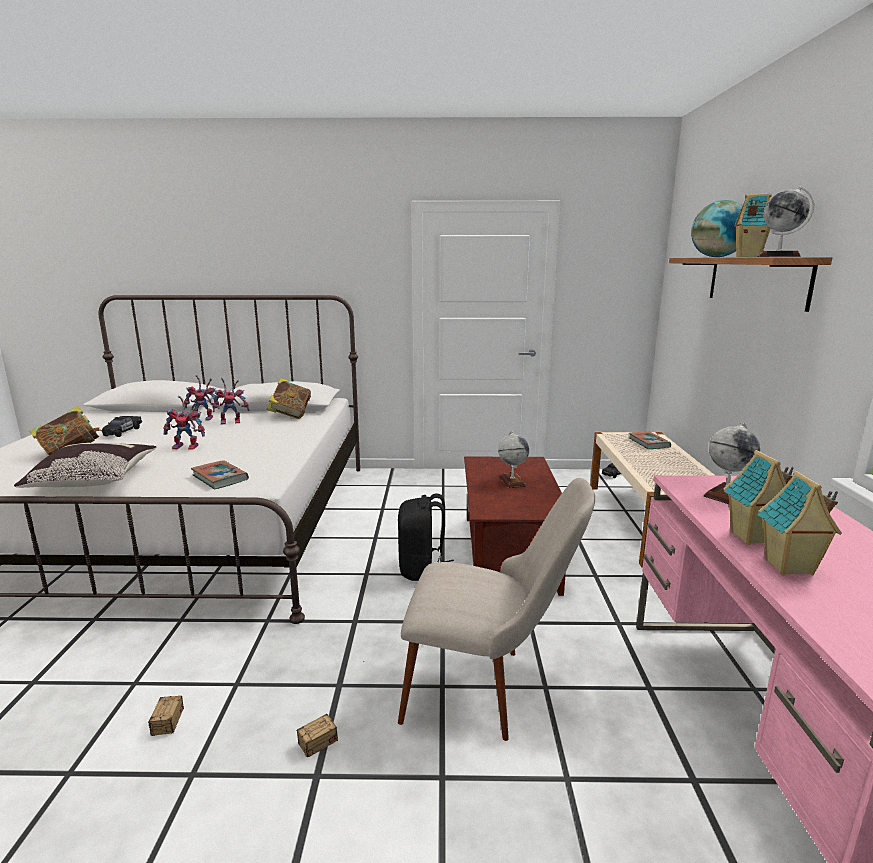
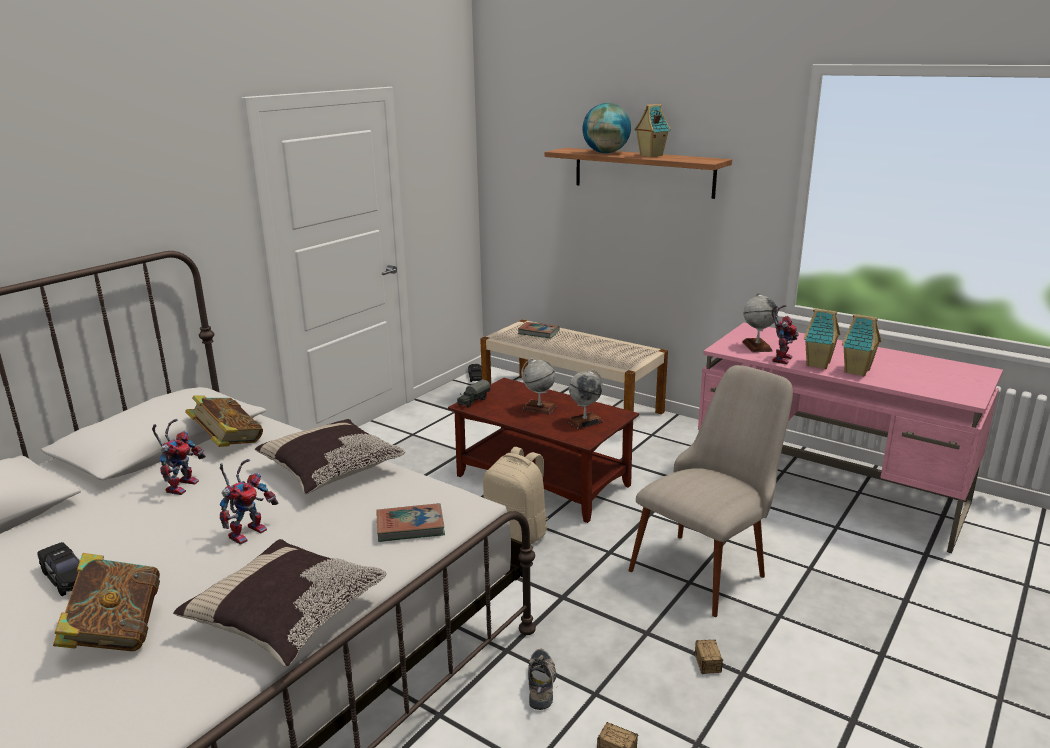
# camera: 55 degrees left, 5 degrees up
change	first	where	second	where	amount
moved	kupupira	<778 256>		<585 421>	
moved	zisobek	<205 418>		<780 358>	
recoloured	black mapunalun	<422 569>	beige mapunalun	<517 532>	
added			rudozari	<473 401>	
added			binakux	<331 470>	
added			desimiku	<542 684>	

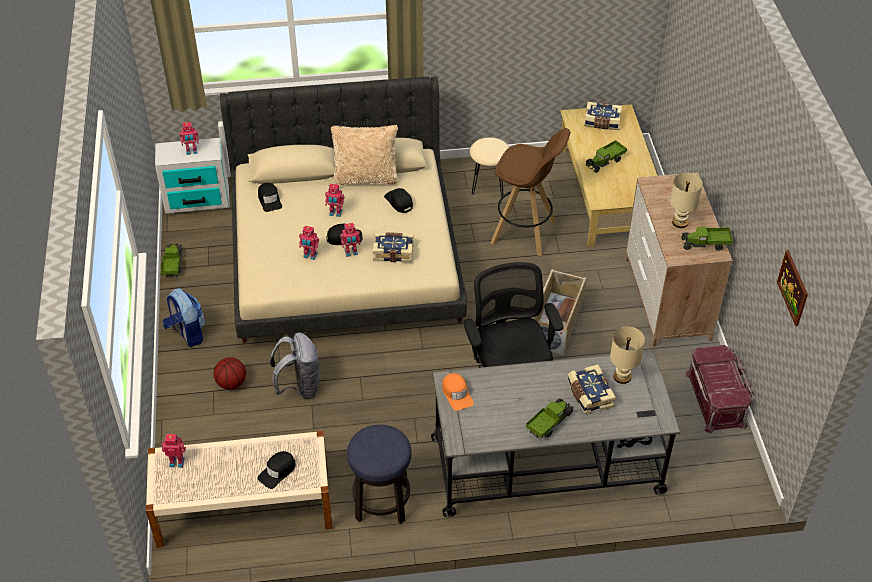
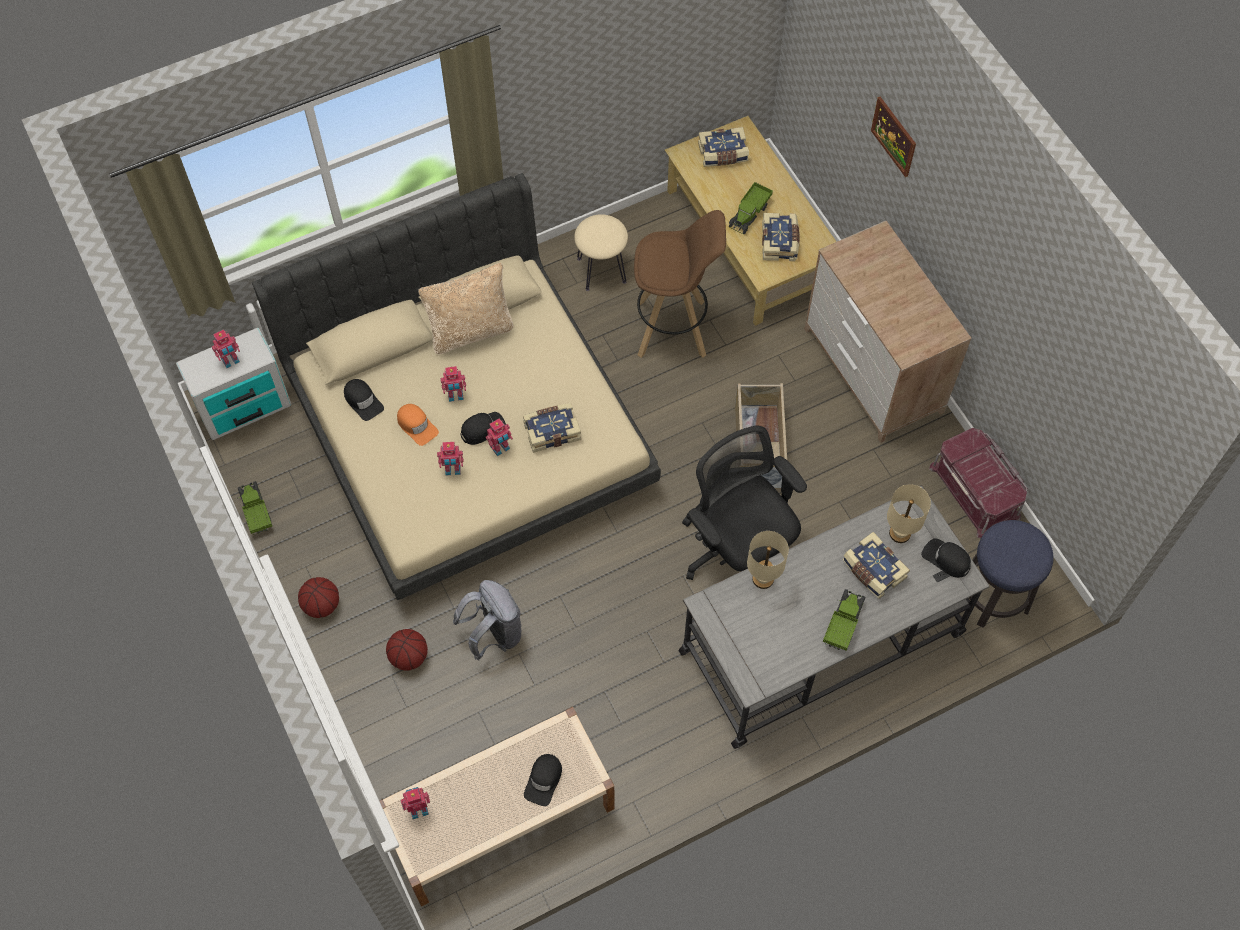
# camera: 20 degrees left, 15 degrees up
change	first	where	second	where	amount
moved	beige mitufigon	<680 222>		<763 579>	
moved	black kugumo	<399 202>		<946 559>	
removed	rudozari	<705 244>			
moved	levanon	<793 287>		<894 136>	
replaced	mapunalun	<187 333>	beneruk	<321 605>	
moved	orange kugumo	<457 394>		<417 425>	
moved	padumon	<382 502>		<994 596>	
added			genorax	<780 242>	

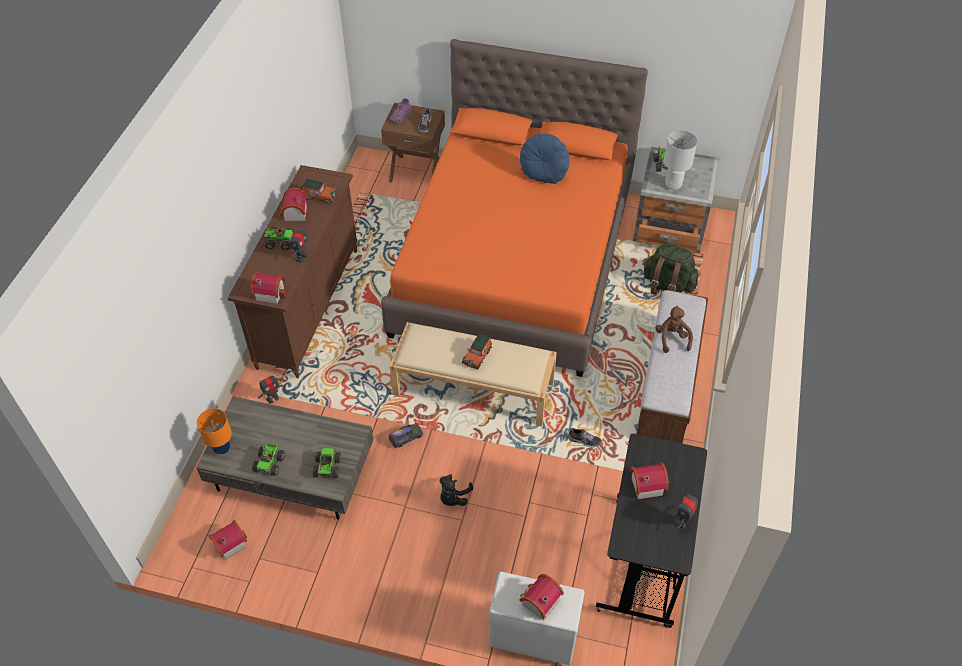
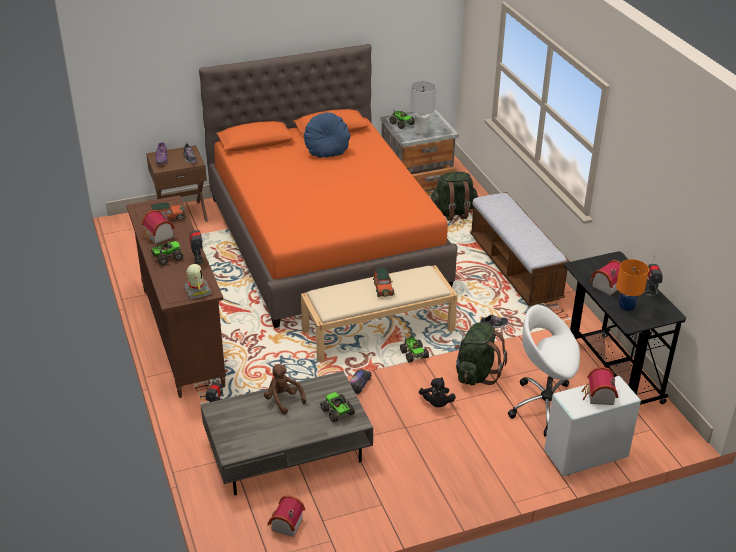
# camera: 35 degrees left, 15 degrees down
change	first	where	second	where	amount
replaced	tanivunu	<270 292>	zisobek	<197 291>	
moved	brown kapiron	<672 338>		<283 400>	
moved	orange mitufigon	<223 448>		<626 307>	
moved	rudozari	<269 463>		<414 354>	
added			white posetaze	<543 407>	
added			green mapunalun	<476 374>	

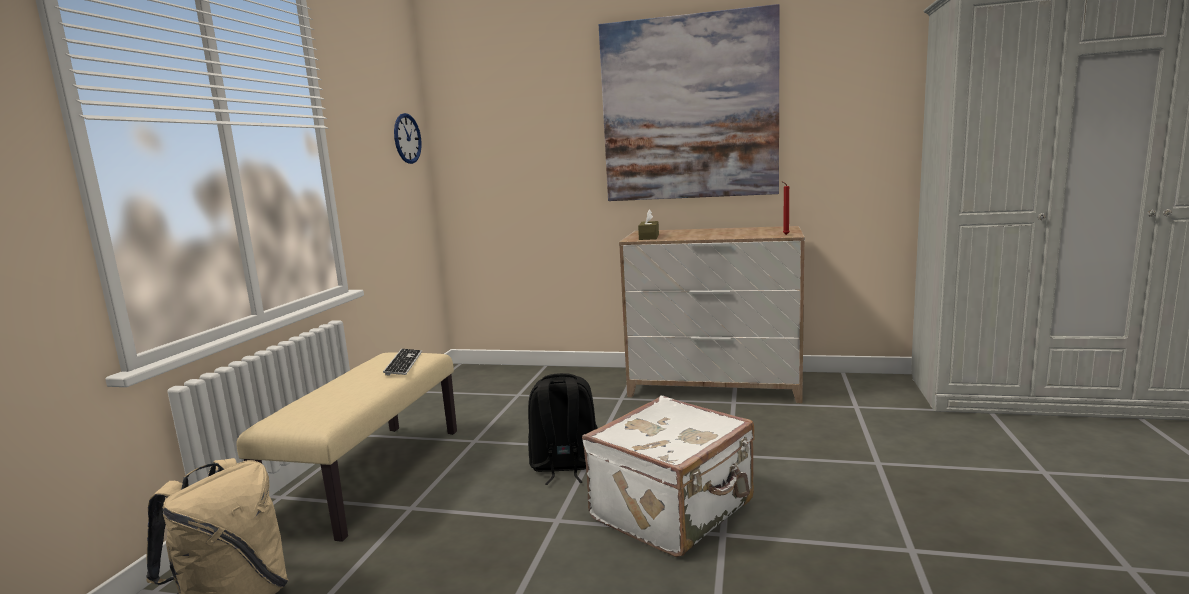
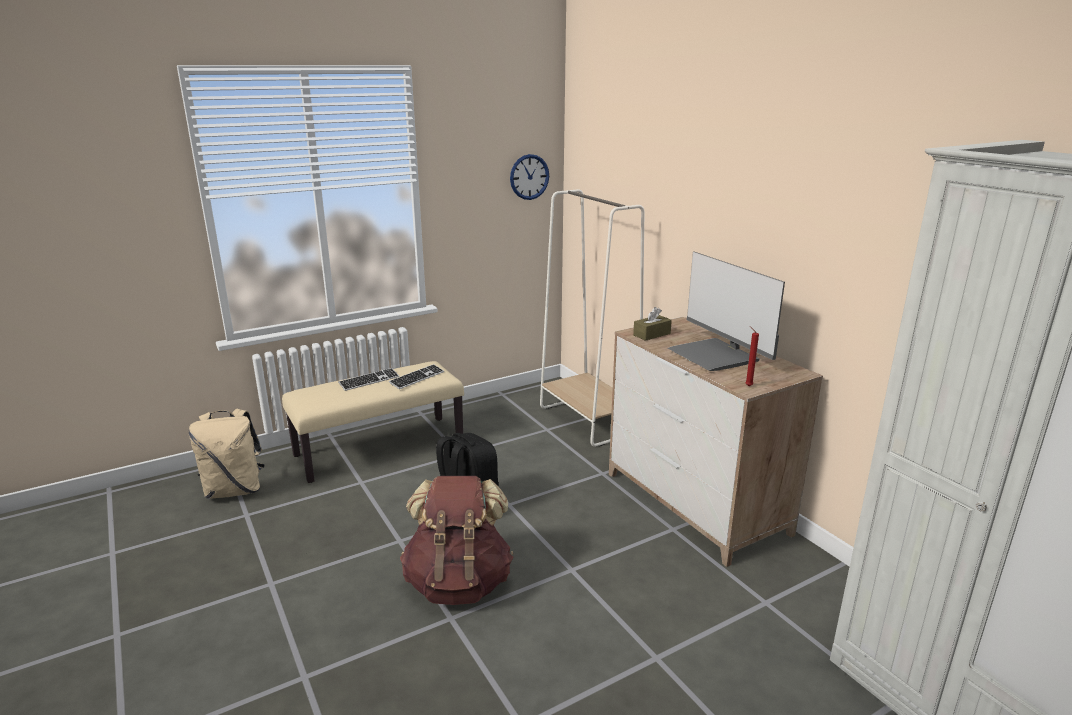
# camera: 45 degrees right, 10 degrees up
change	first	where	second	where	amount
removed	levanon	<689 109>			
replaced	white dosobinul	<674 511>	brown mapunalun	<459 582>	
added			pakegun	<588 421>	
added			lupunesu	<714 356>	
added			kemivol	<369 381>	

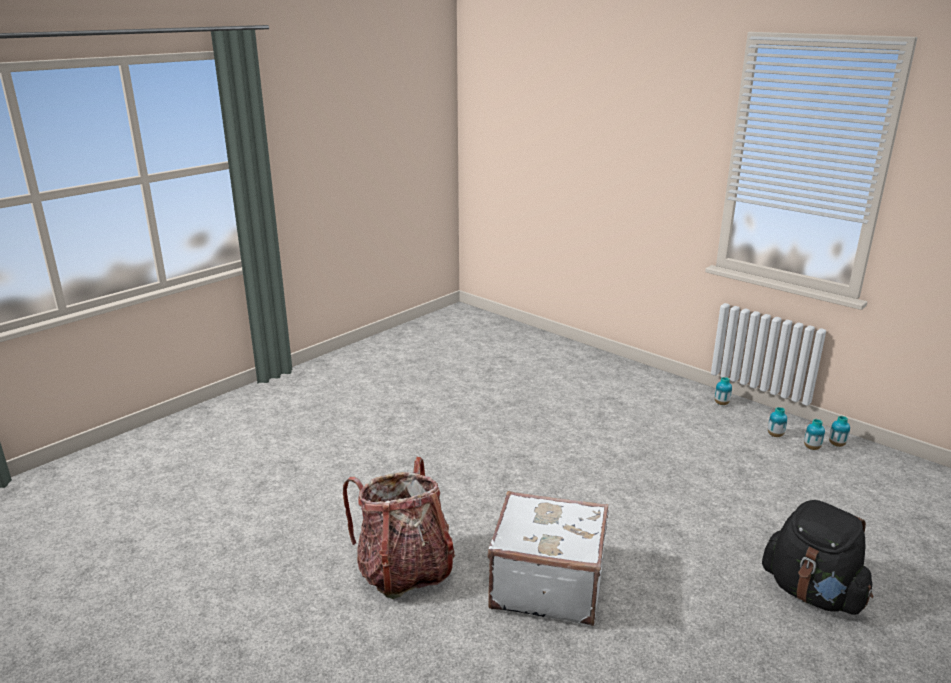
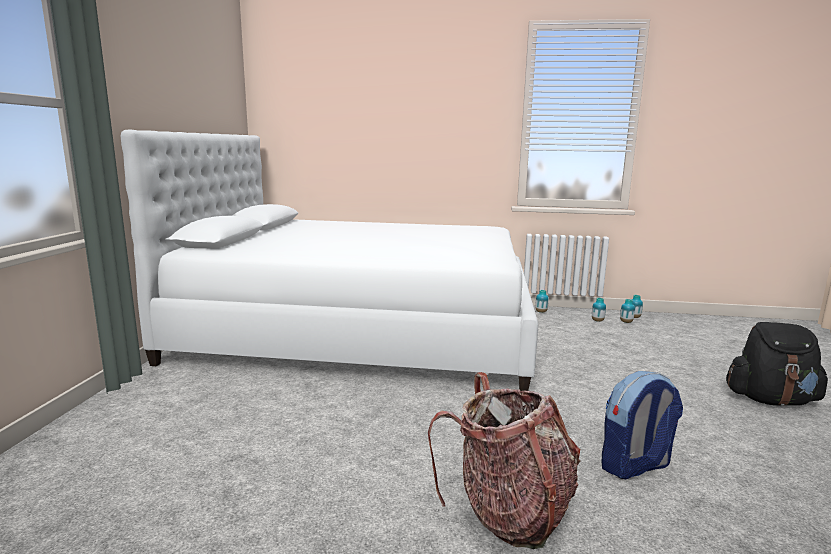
# camera: 35 degrees left, 10 degrees down
change	first	where	second	where	amount
replaced	white dosobinul	<546 584>	mapunalun	<634 466>	
added			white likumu	<360 332>	

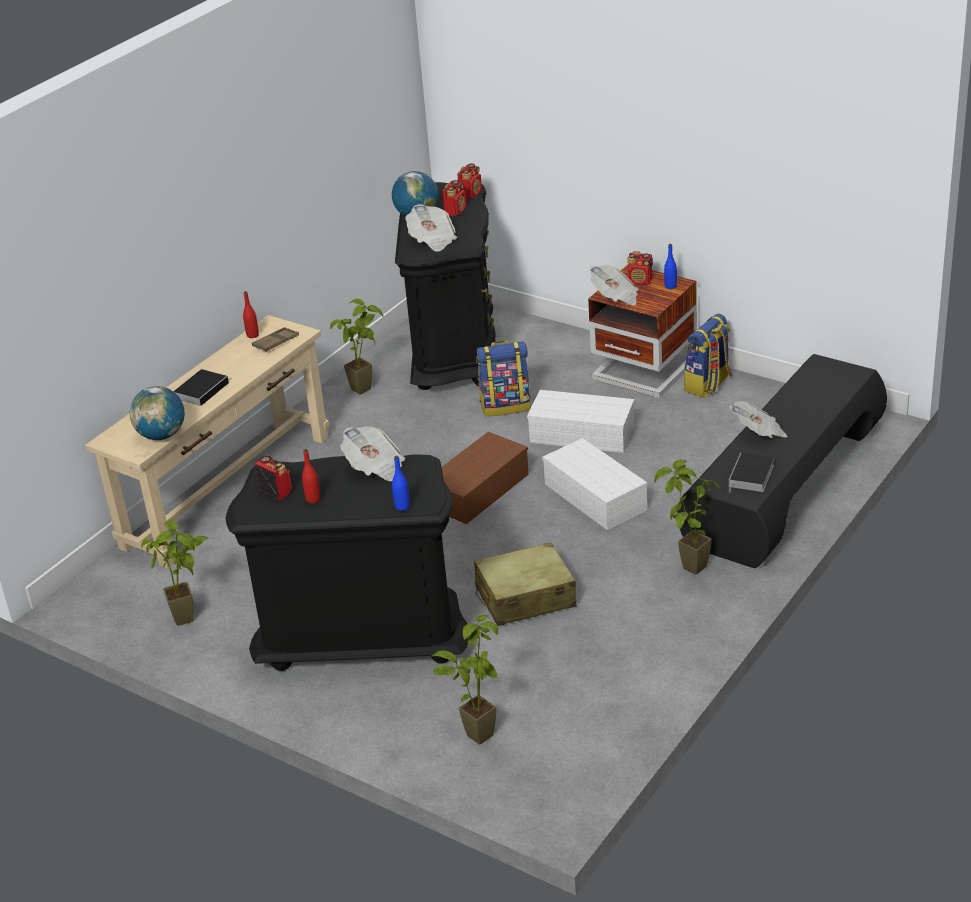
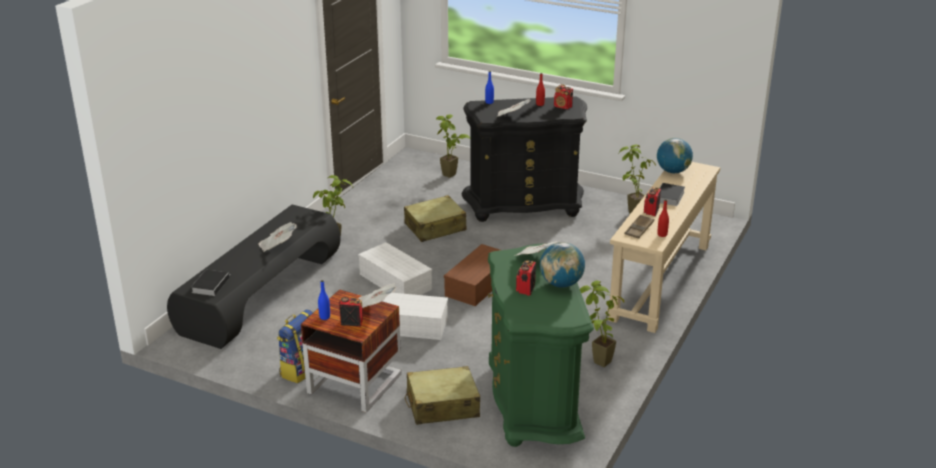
# camera: 170 degrees right, 5 degrees down
change	first	where	second	where	amount
moved	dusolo	<471 194>		<651 211>	
recoloured	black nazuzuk	<453 351>	green nazuzuk	<533 403>	
removed	mapunalun	<506 405>			
moved	genorax	<751 476>		<210 284>	
added			beige dosobinul	<442 406>	

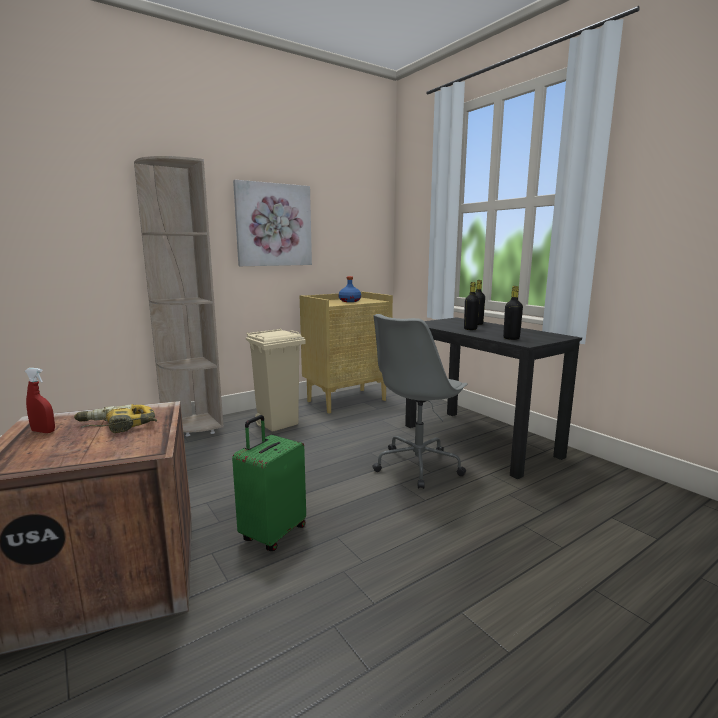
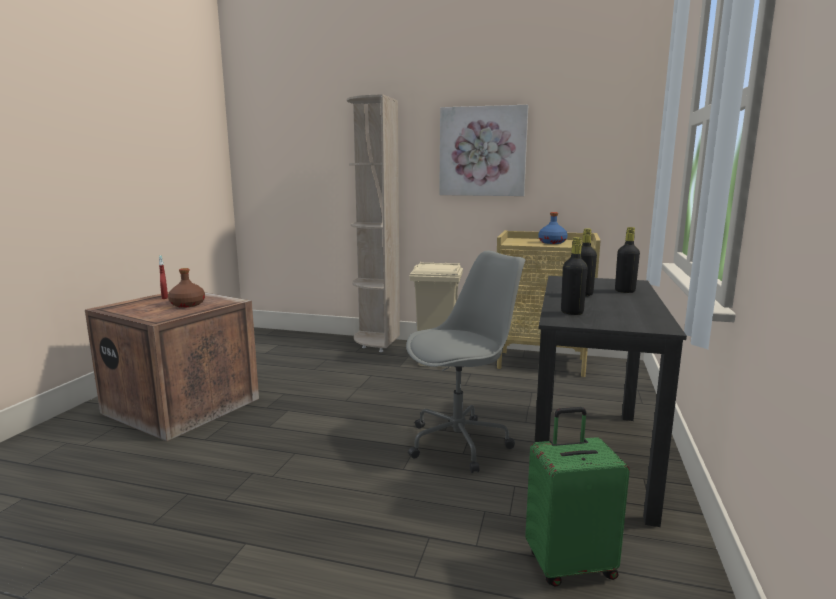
# camera: 50 degrees right, 0 degrees up
change	first	where	second	where	amount
turned	grey posetaze	<416 467>		<460 443>	150 degrees clockwise
replaced	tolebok	<116 427>	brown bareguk	<187 304>	
moved	green dosobinul	<272 533>		<569 564>	

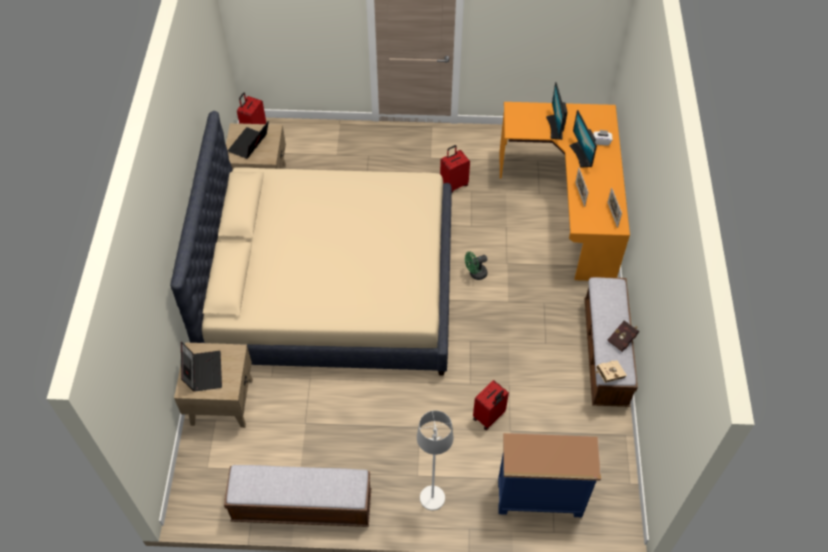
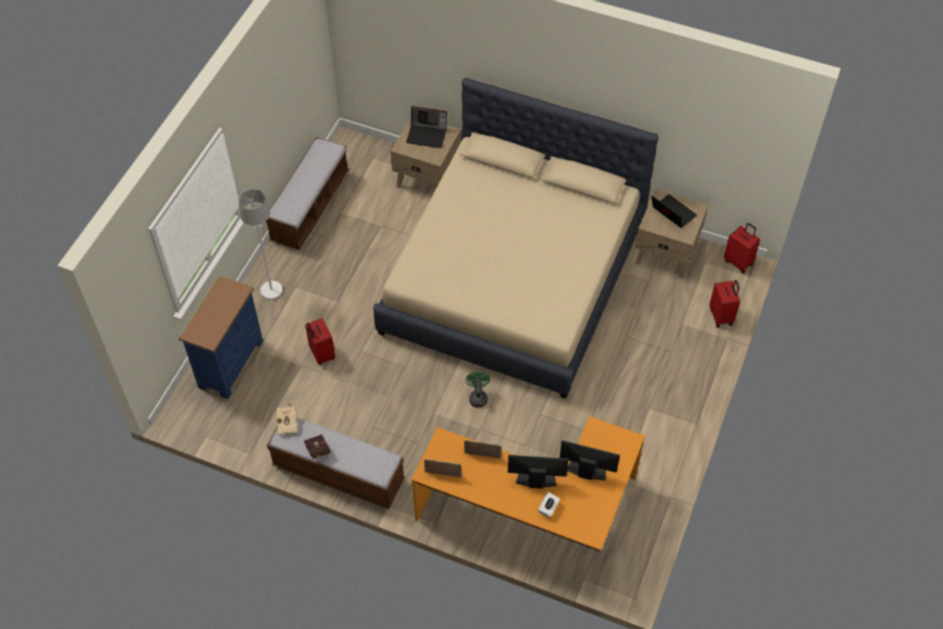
# camera: 110 degrees right, 0 degrees up
change	first	where	second	where	amount
moved	red dosobinul	<454 184>		<721 316>	

